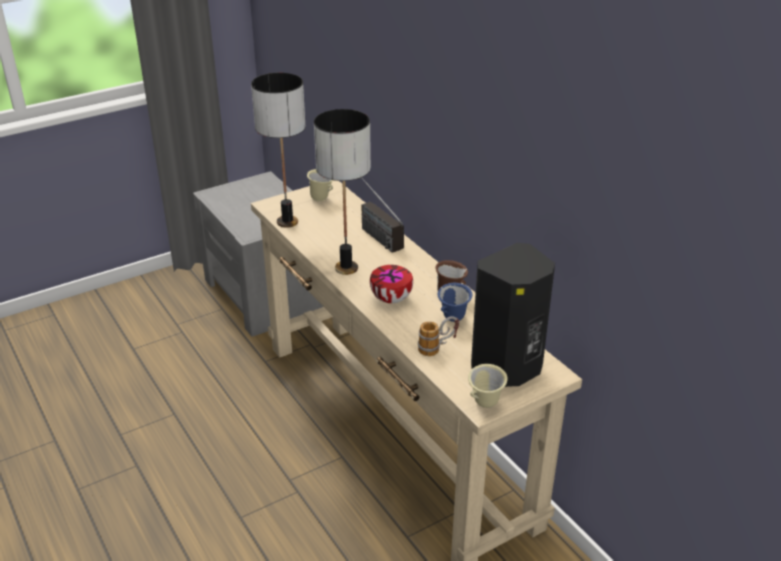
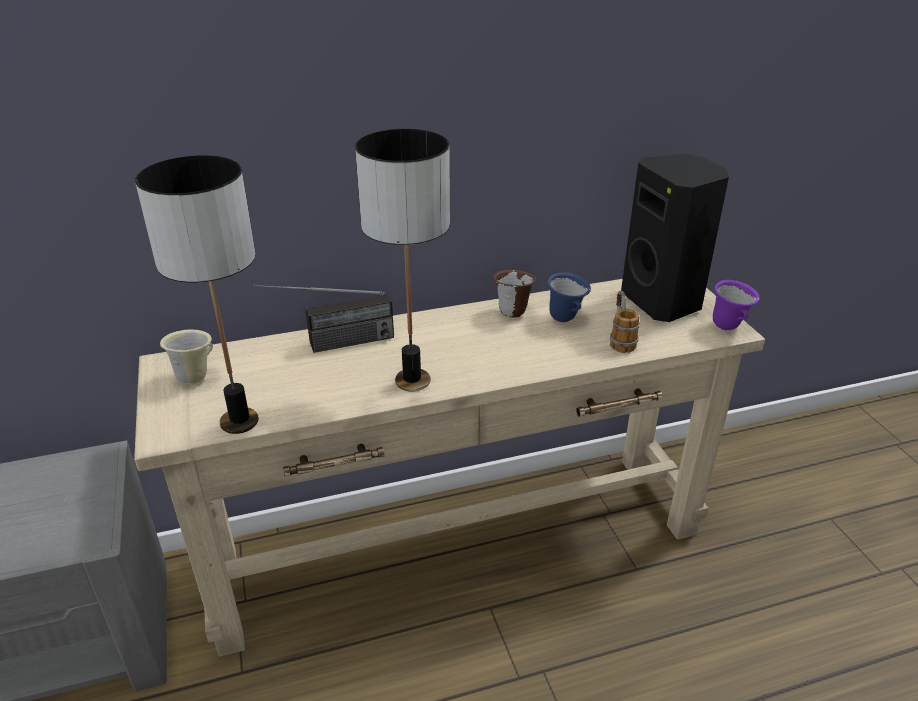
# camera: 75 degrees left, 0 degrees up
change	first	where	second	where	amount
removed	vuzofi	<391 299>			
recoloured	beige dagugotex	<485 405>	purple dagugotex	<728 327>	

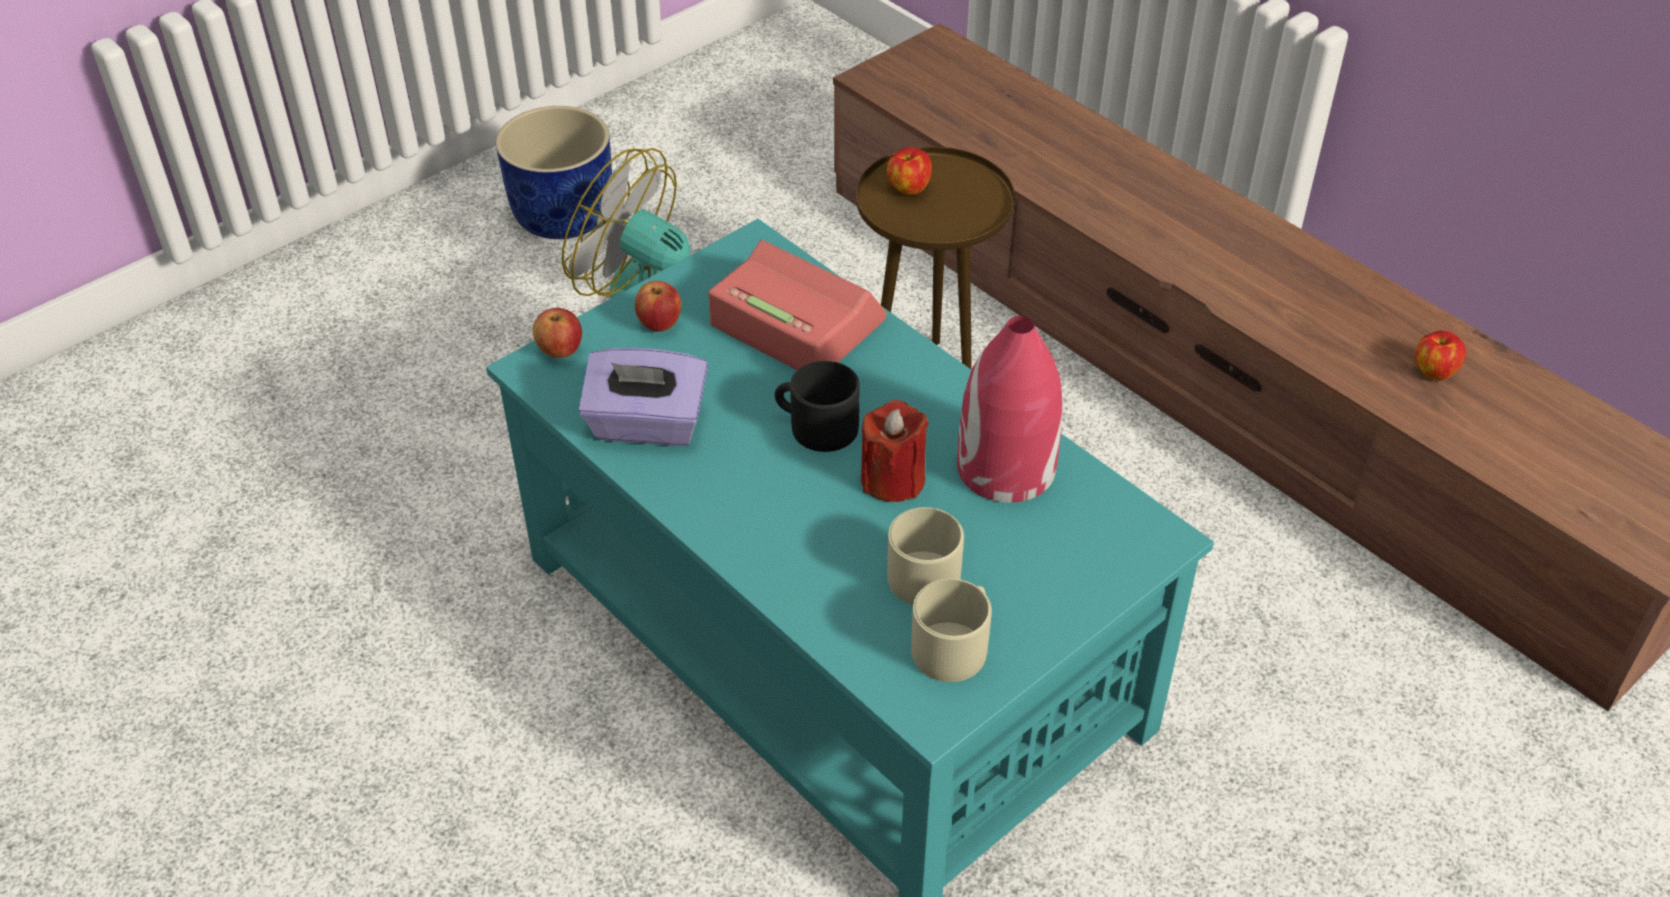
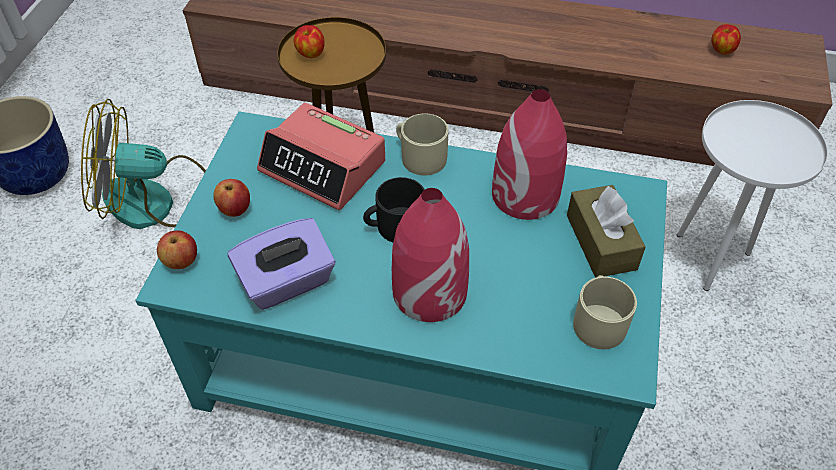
# camera: 35 degrees left, 5 degrees up
change	first	where	second	where	amount
turned	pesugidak	<796 323>		<323 167>	150 degrees counterclockwise
moved	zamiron	<1433 371>		<721 50>	
removed	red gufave	<893 479>			
moved	beige dagugotex	<920 571>		<419 156>	
added			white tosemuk	<711 258>	
added			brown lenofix	<601 242>	
added			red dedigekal	<429 291>	

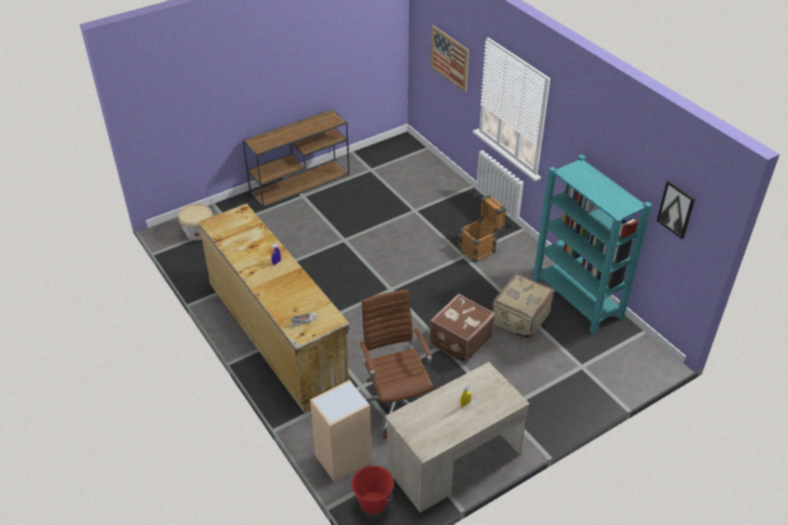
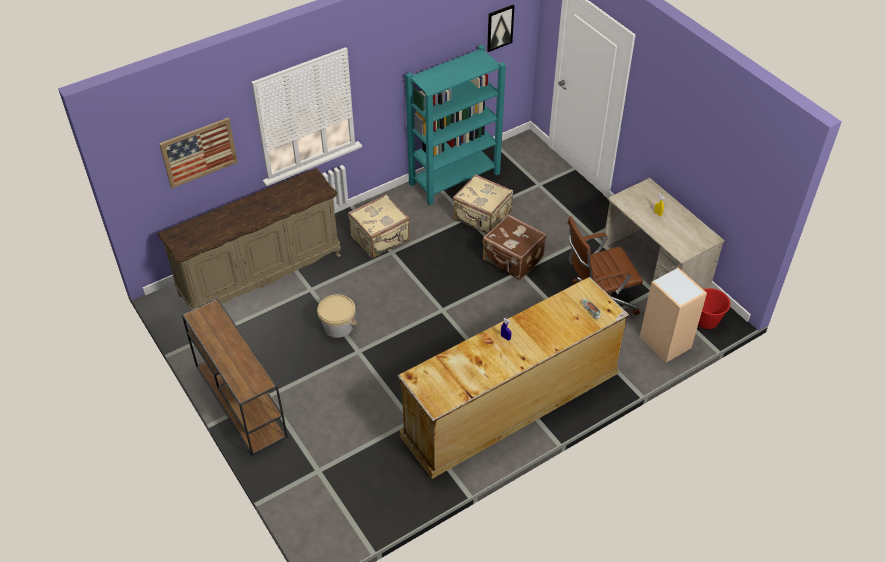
# camera: 90 degrees left, 5 degrees up
change	first	where	second	where	amount
replaced	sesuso	<480 249>	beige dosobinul	<381 239>	
moved	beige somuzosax	<198 232>		<338 327>	
added			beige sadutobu	<262 275>	

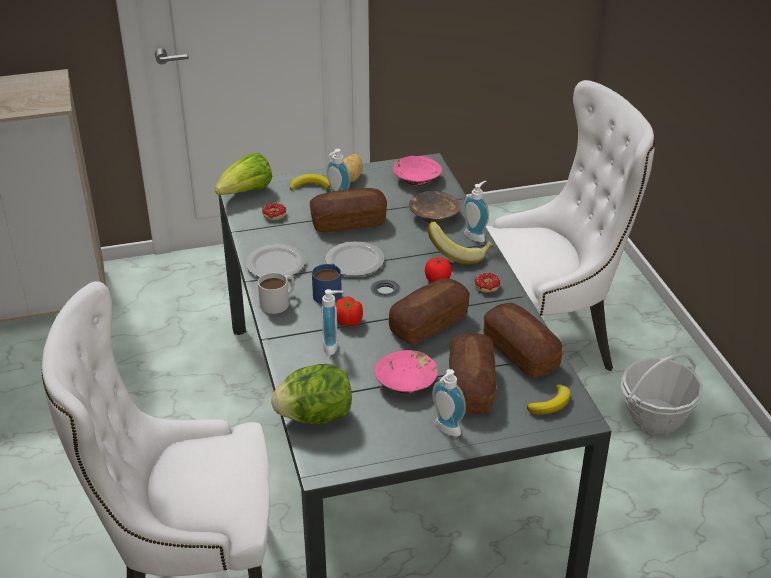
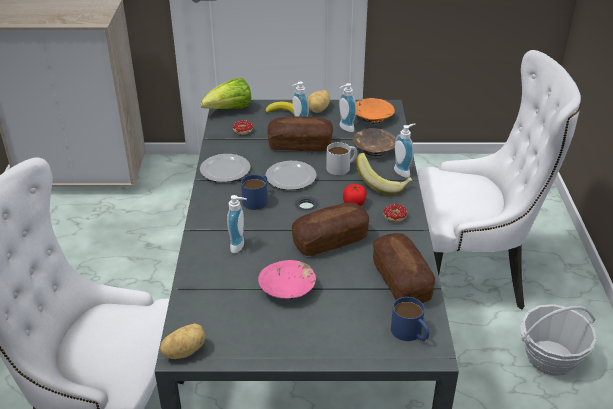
# camera: 15 degrees right, 0 degrees up
change	first	where	second	where	amount
recoloured	pink vuzofi	<416 179>	orange vuzofi	<372 117>	
moved	white dagugotex	<279 301>		<342 167>	
removed	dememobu	<348 321>			
removed	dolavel	<470 386>			
removed	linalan	<315 416>			
moved	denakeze	<445 430>		<344 128>	
replaced	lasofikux	<551 403>	blue dagugotex	<410 333>	
added			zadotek	<184 351>	

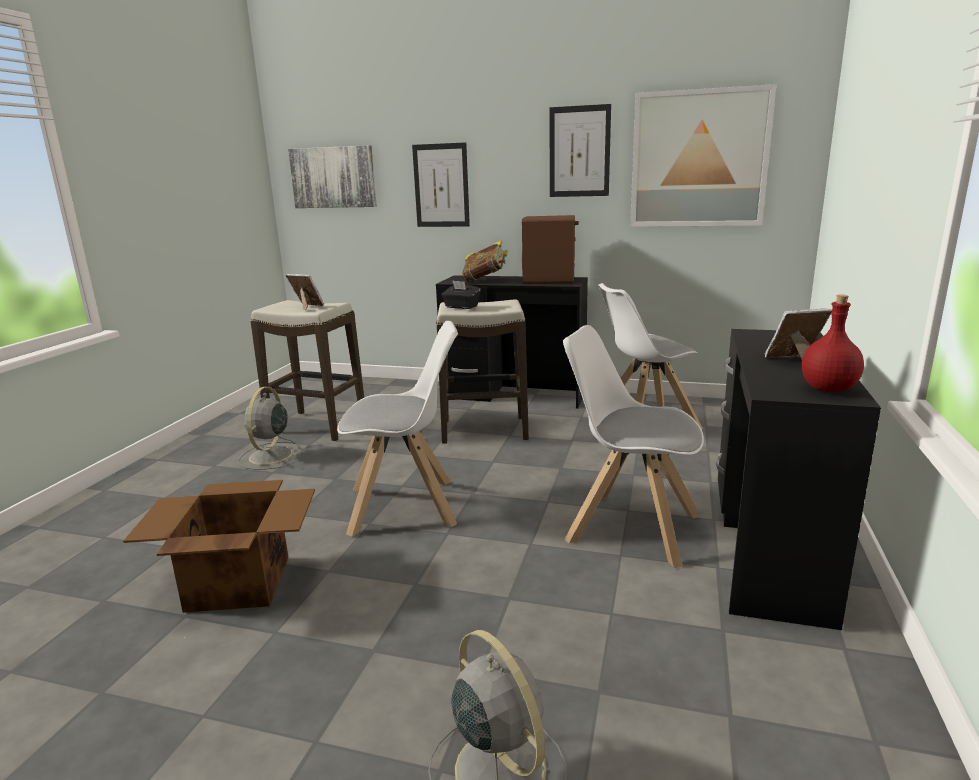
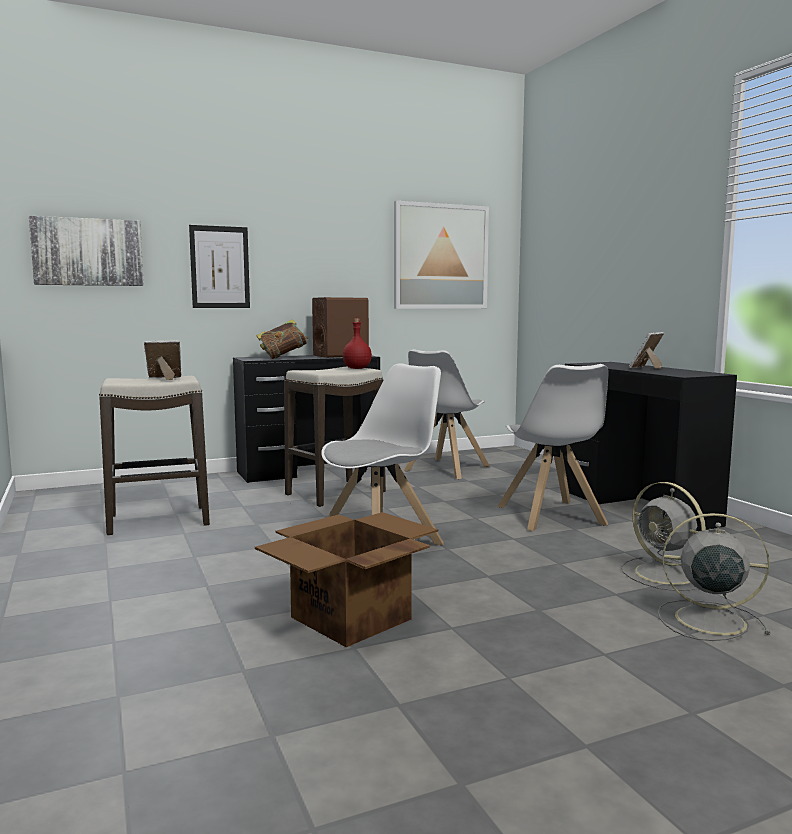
# camera: 40 degrees left, 10 degrees down
change	first	where	second	where	amount
removed	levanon	<579 152>			
removed	black lenofix	<461 307>			
moved	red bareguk	<828 389>		<357 368>	
turned	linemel	<629 527>		<551 517>	90 degrees counterclockwise
moved	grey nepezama	<270 456>		<666 575>	

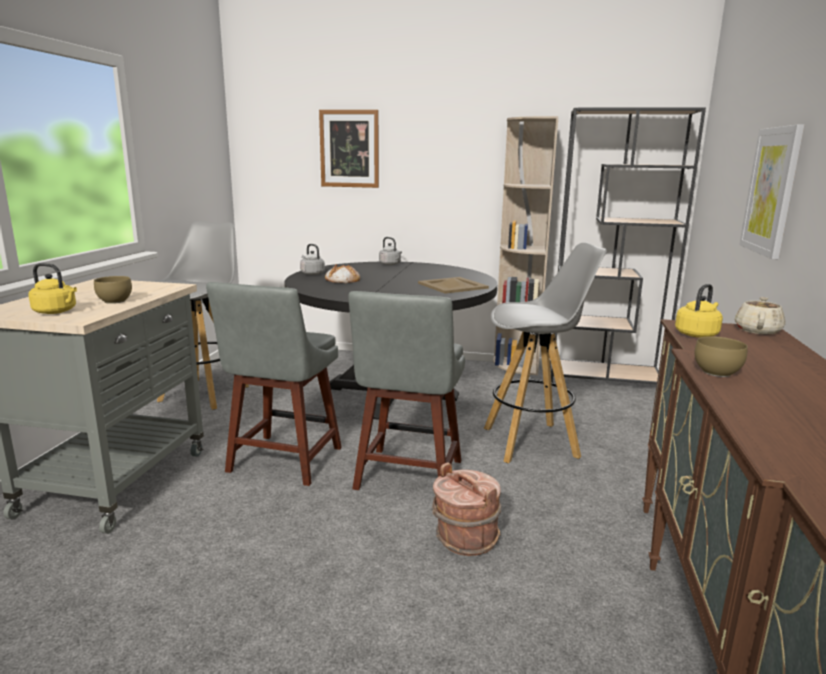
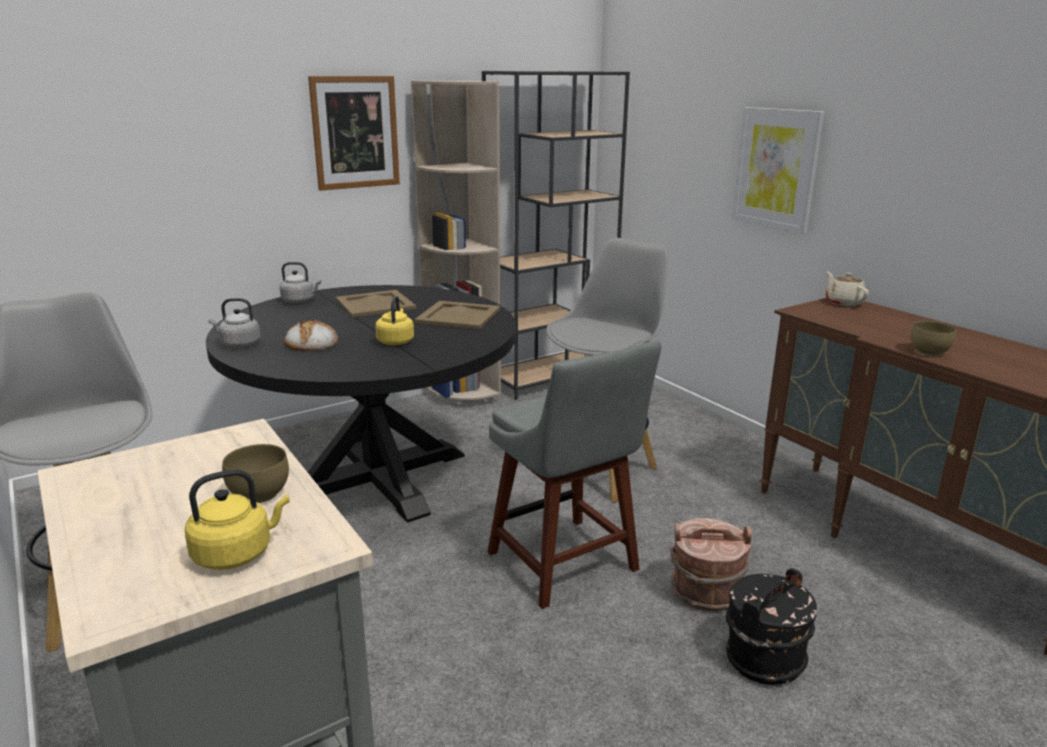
# camera: 45 degrees left, 5 degrees up
change	first	where	second	where	amount
moved	levanon	<349 149>		<355 132>	
removed	grey linemel	<282 462>			
moved	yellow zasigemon	<697 334>		<396 341>	
added			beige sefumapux	<374 304>	
added			black somuzosax	<763 658>	

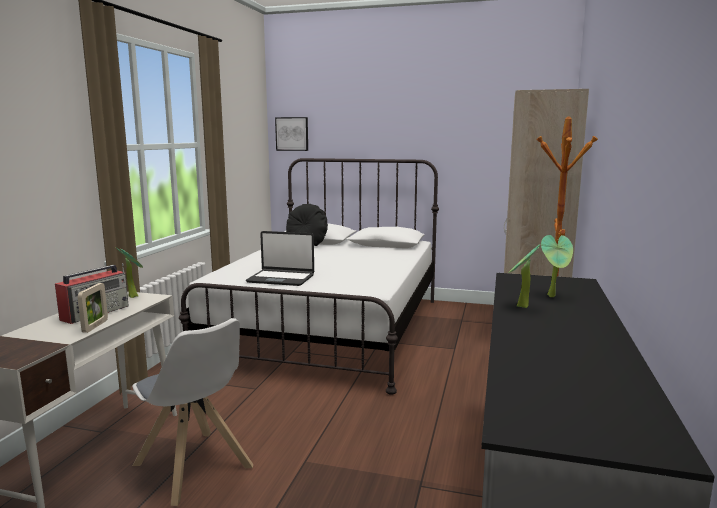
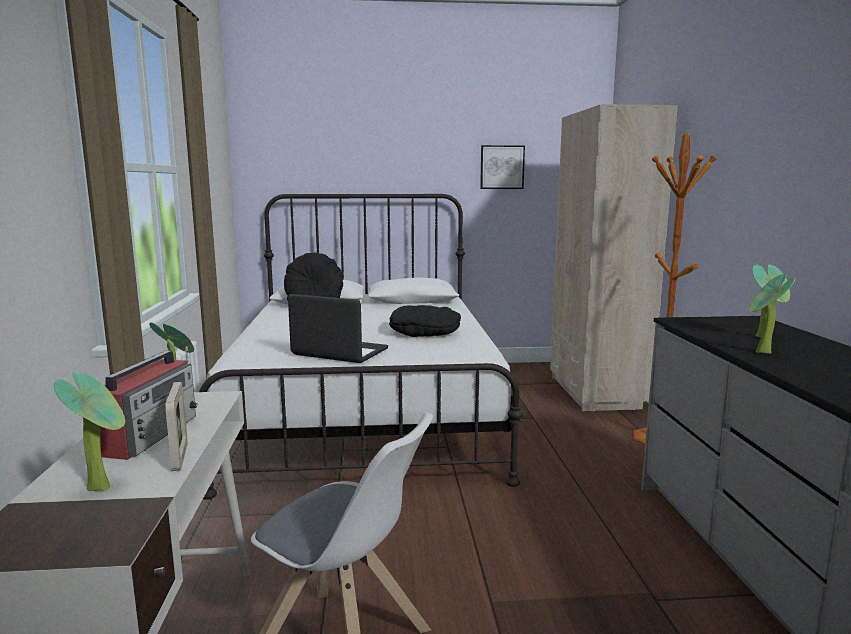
# camera: 20 degrees left, 0 degrees up
change	first	where	second	where	amount
moved	levanon	<292 134>		<502 167>	
turned	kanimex	<281 278>		<339 352>	150 degrees counterclockwise
added			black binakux	<425 332>	
added			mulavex	<103 486>	

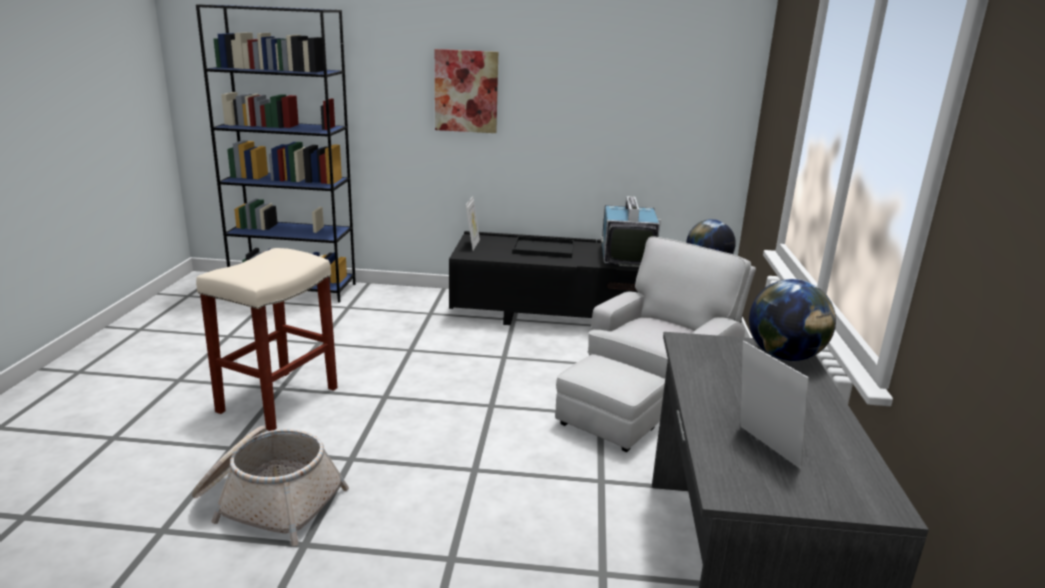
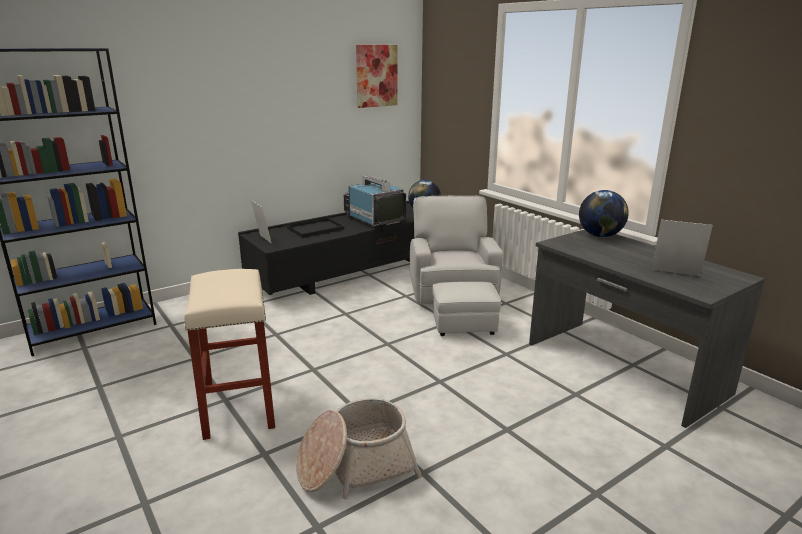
# camera: 40 degrees left, 0 degrees up
change	first	where	second	where	amount
moved	levanon	<466 91>		<376 76>	

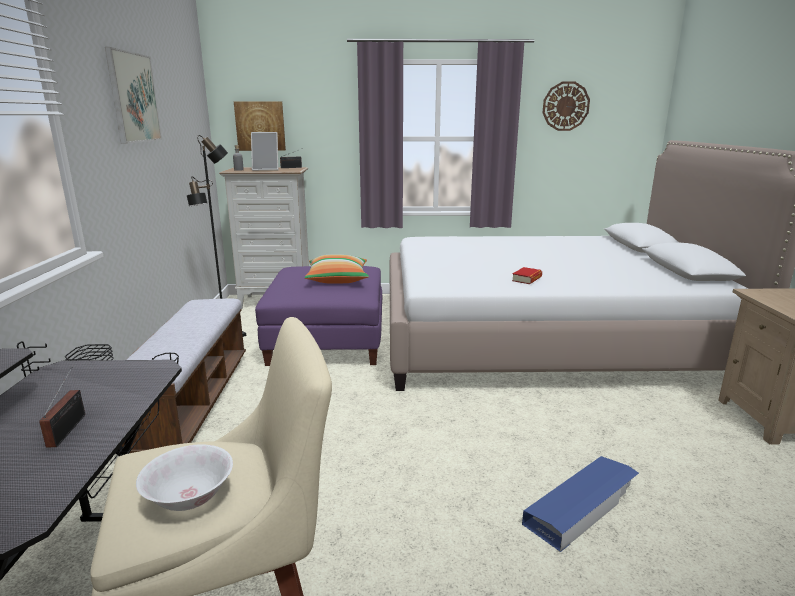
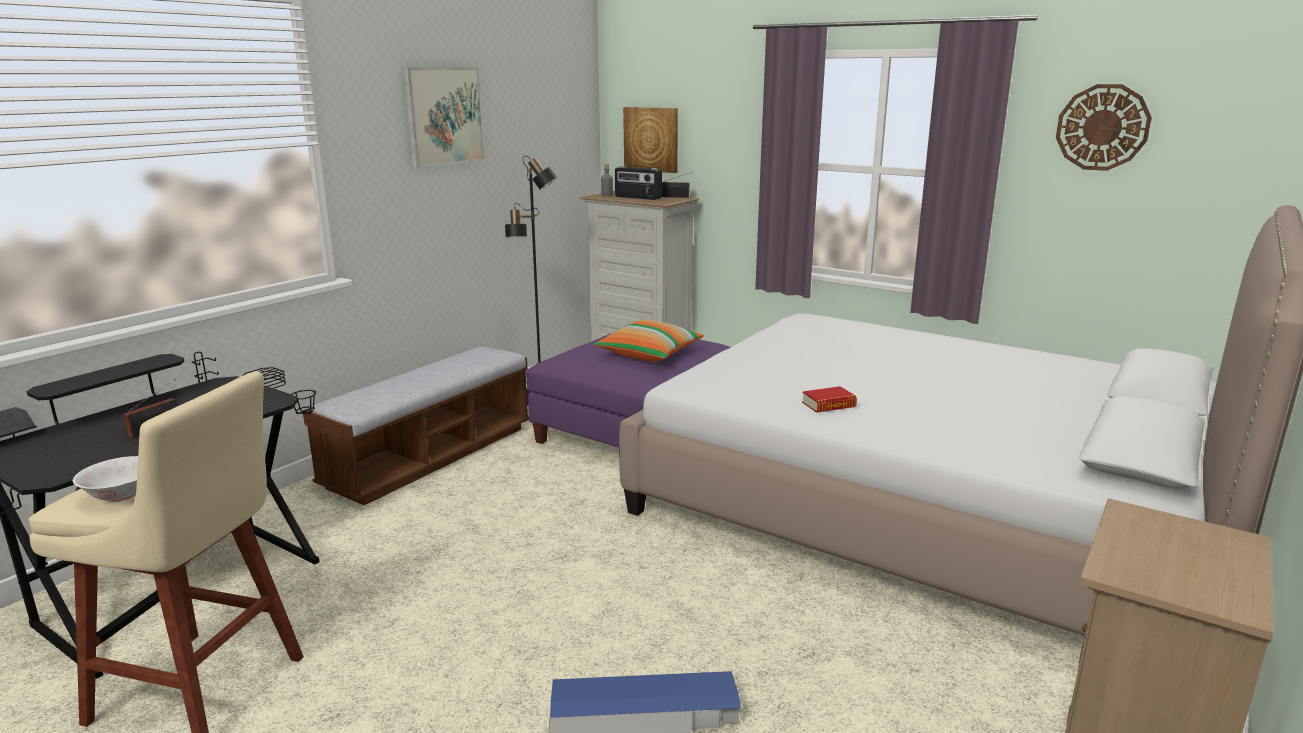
# camera: 35 degrees right, 0 degrees up
change	first	where	second	where	amount
replaced	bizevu	<266 169>	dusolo	<638 197>	

